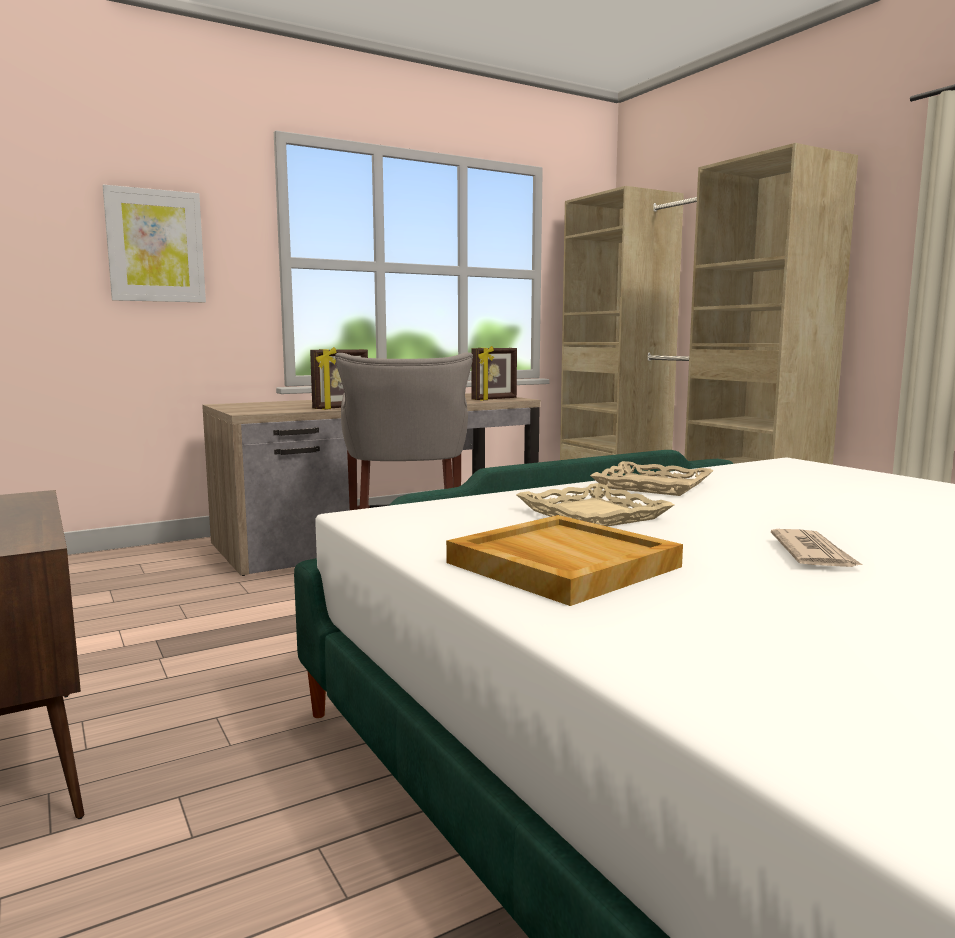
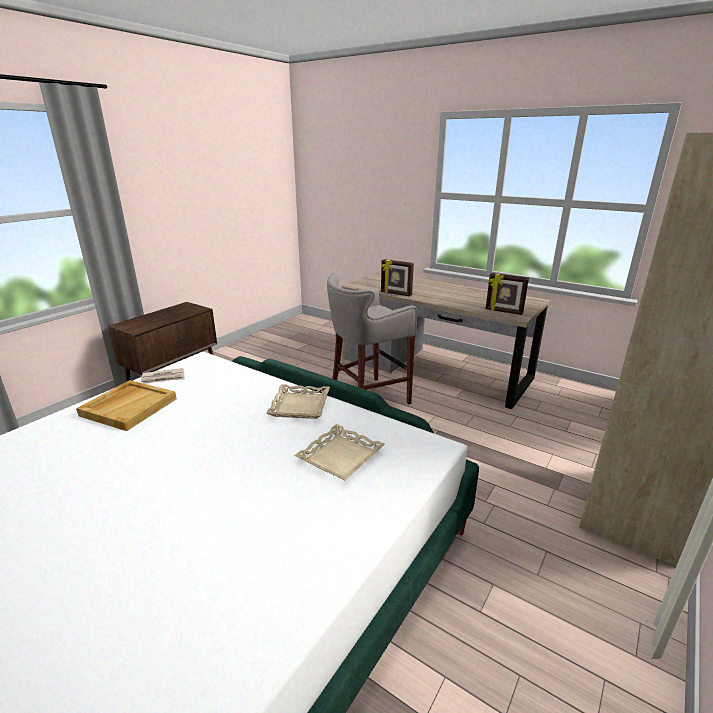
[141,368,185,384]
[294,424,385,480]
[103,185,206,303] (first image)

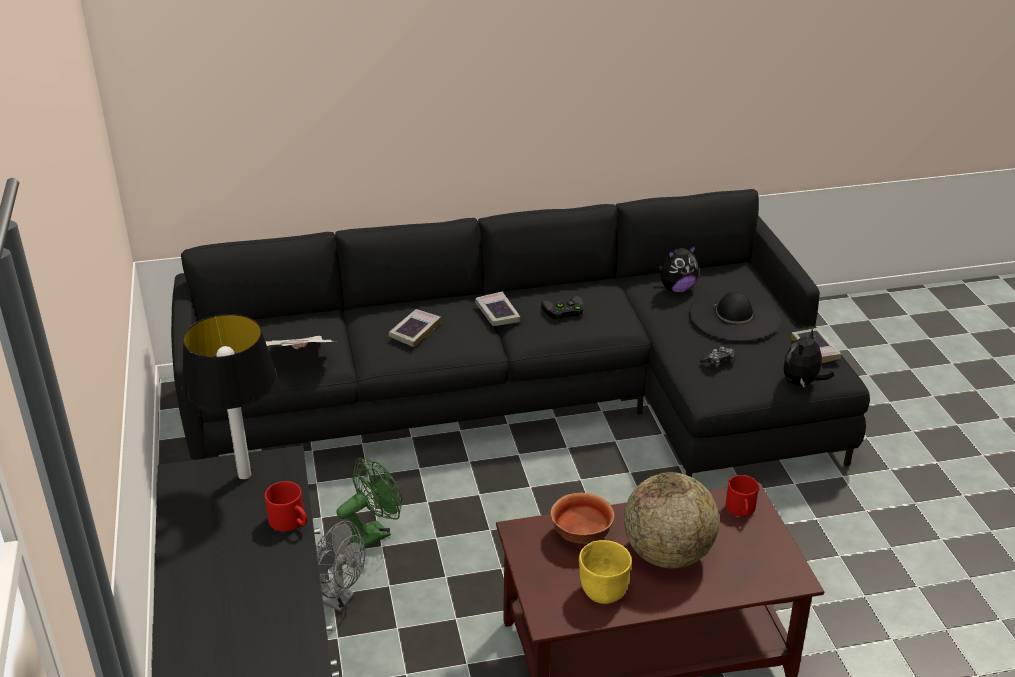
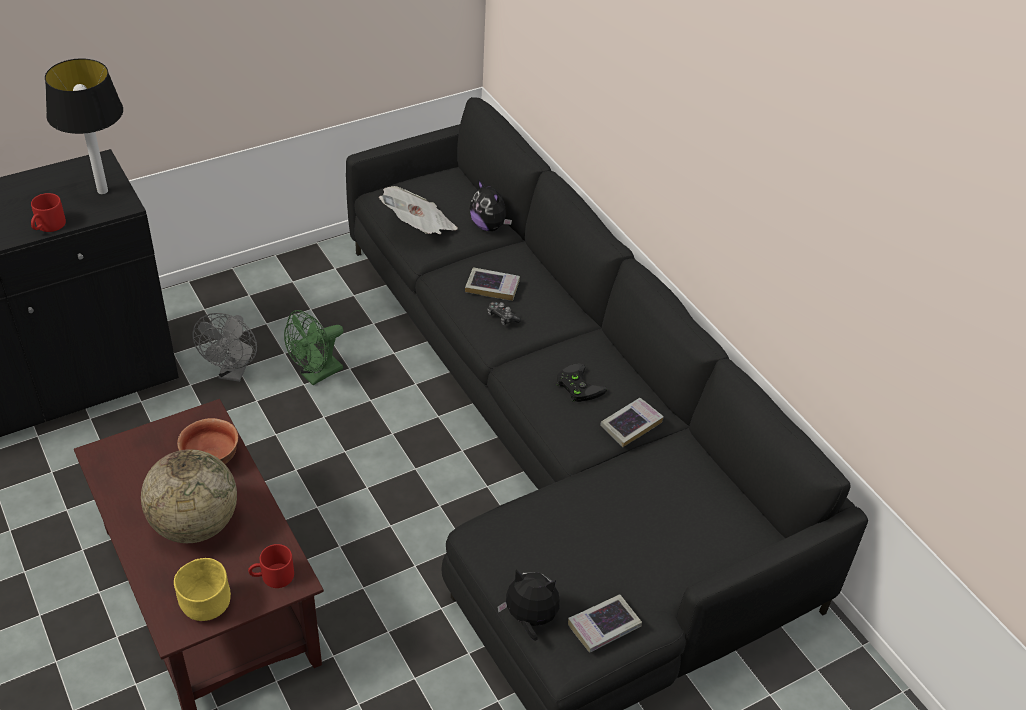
[174,558,231,621]
[284,310,344,385]
[470,179,512,231]
[487,302,521,325]
[600,398,664,447]
[689,291,780,341] (first image)

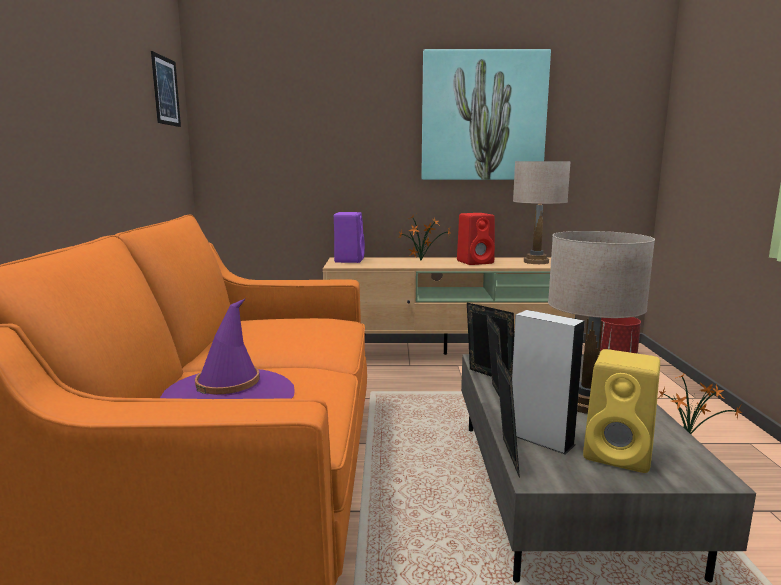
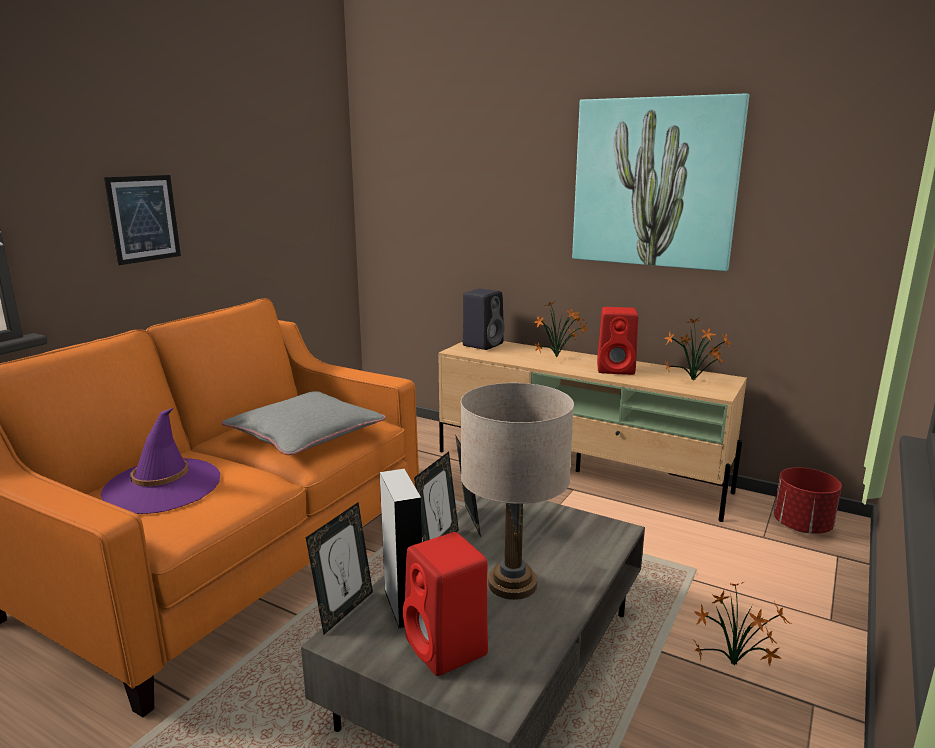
[104,175,181,265]
[222,391,386,455]
[403,532,488,676]
[463,289,504,350]
[664,318,732,381]

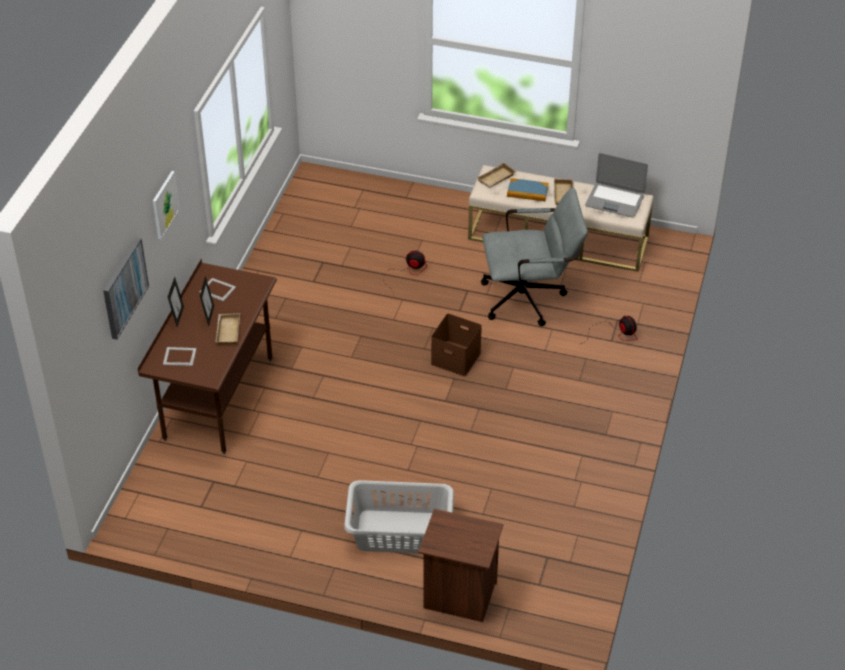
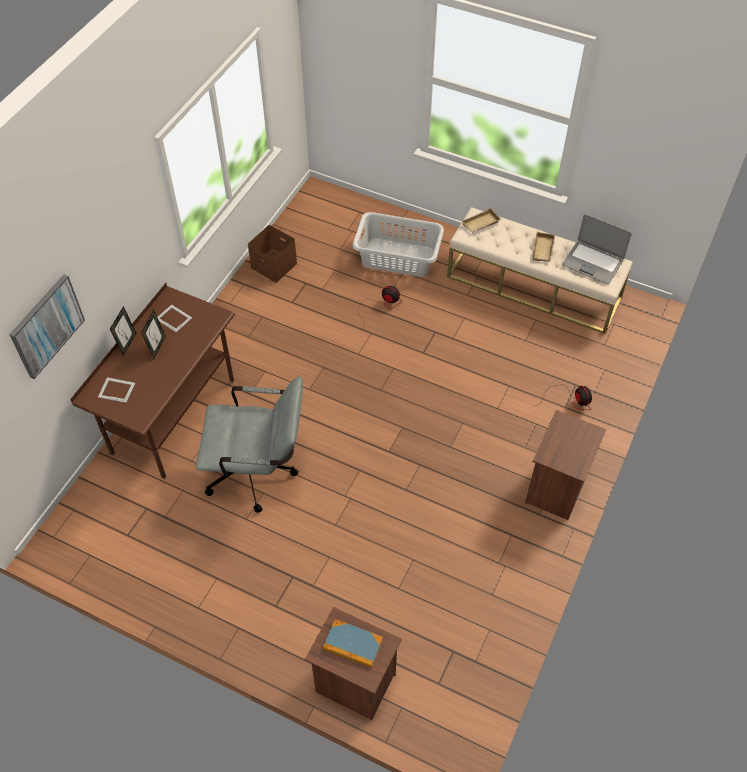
[196,376,303,513]
[248,225,297,283]
[323,619,383,668]
[353,212,444,277]
[525,410,606,520]
[153,171,180,239] (first image)
[216,313,240,345] (first image)

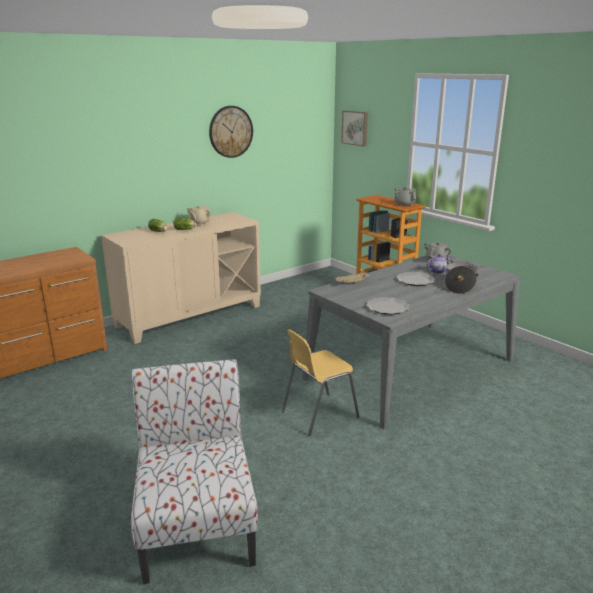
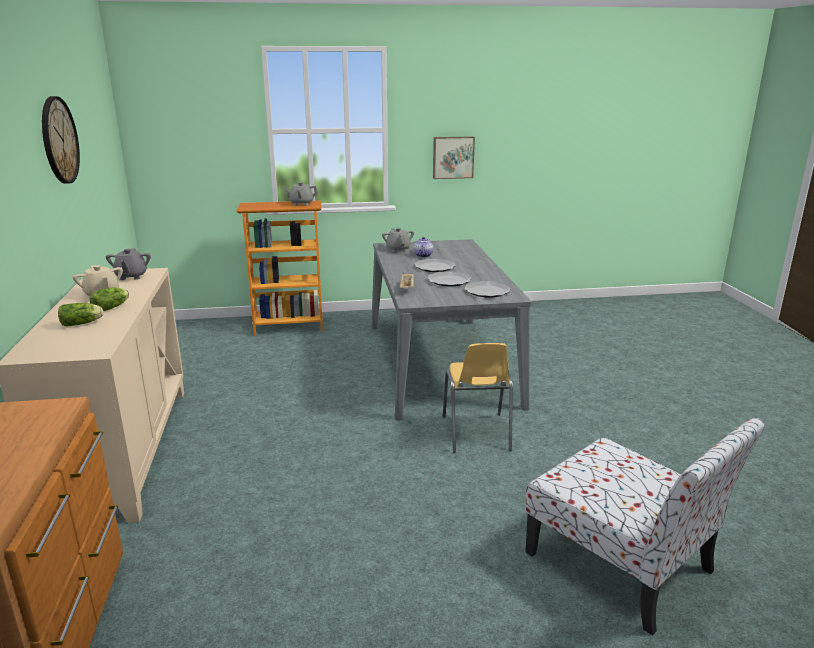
[106,248,151,280]
[427,271,471,287]
[433,136,475,179]
[525,418,764,635]
[445,260,479,294] (first image)

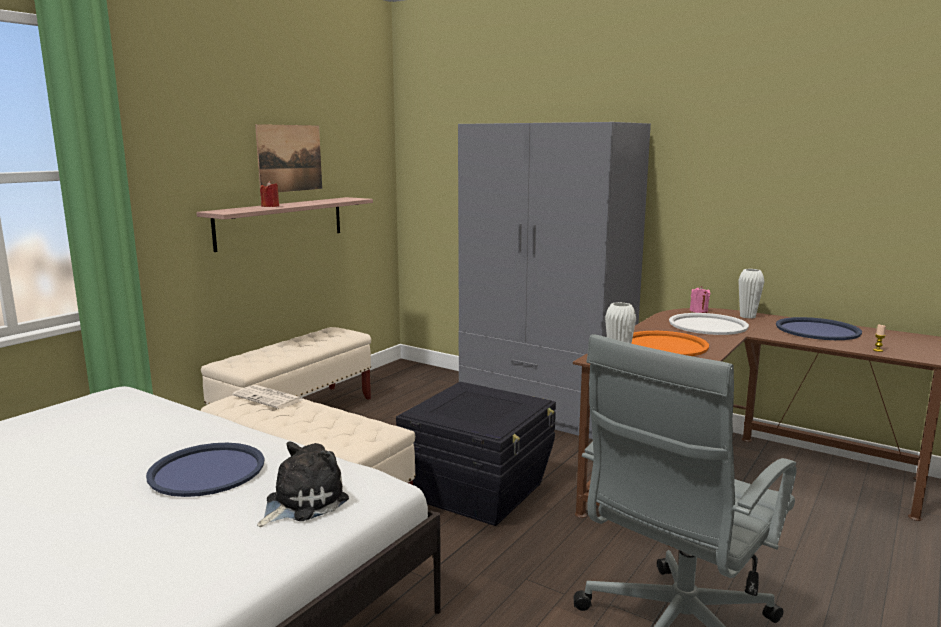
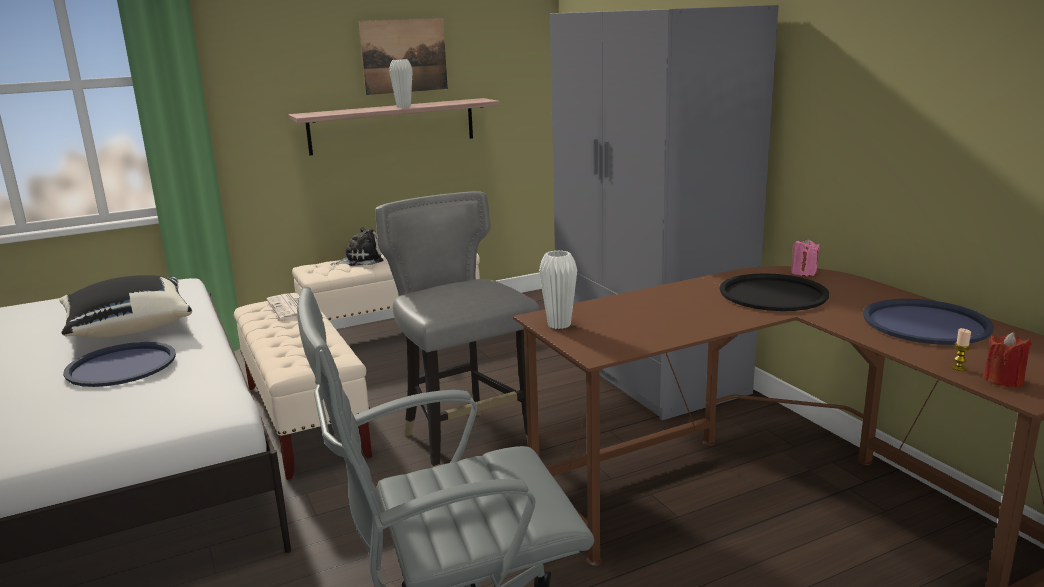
[59,275,192,338]
[330,227,383,266]
[375,191,540,468]
[389,59,413,108]
[720,273,829,311]
[984,332,1032,388]
[631,331,709,356] (first image)

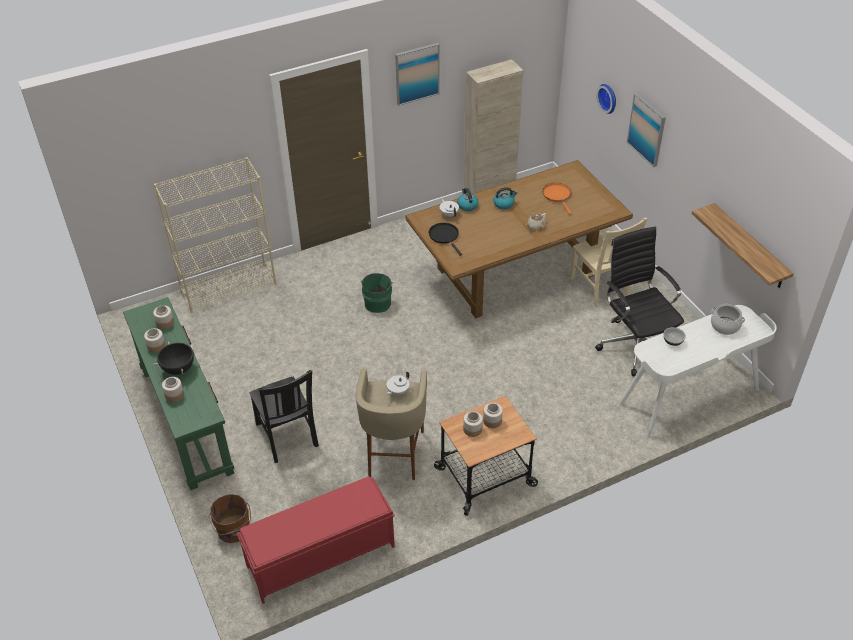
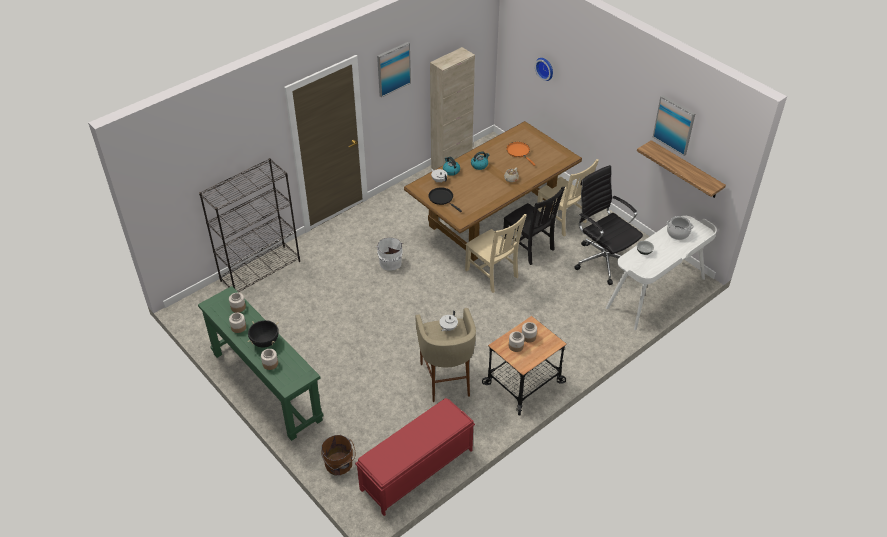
[199,158,300,292]
[376,238,403,271]
[465,214,527,293]
[503,187,565,265]
[653,95,695,156]

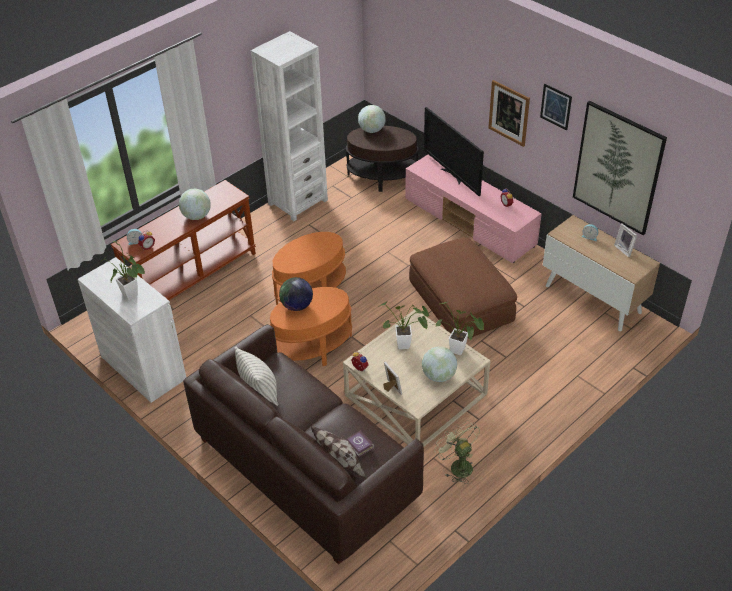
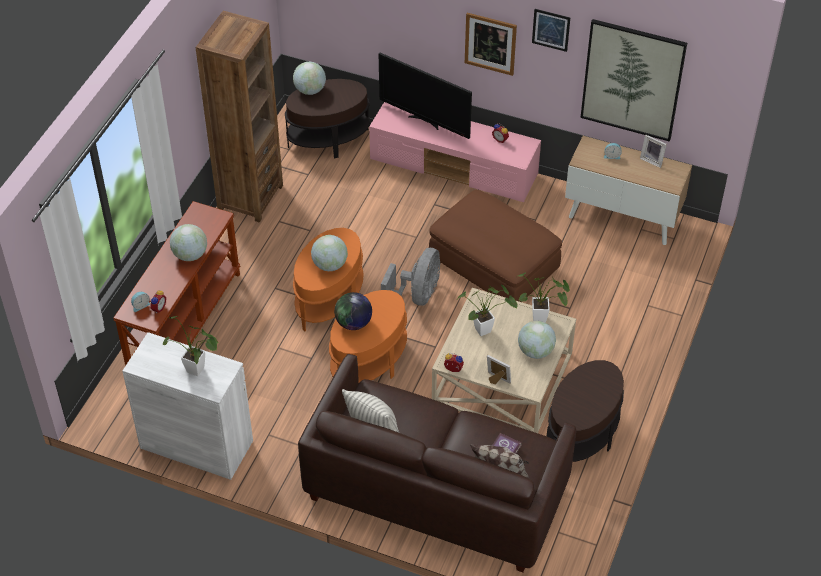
[195,11,283,223]
[311,235,348,271]
[381,248,440,306]
[547,360,624,462]

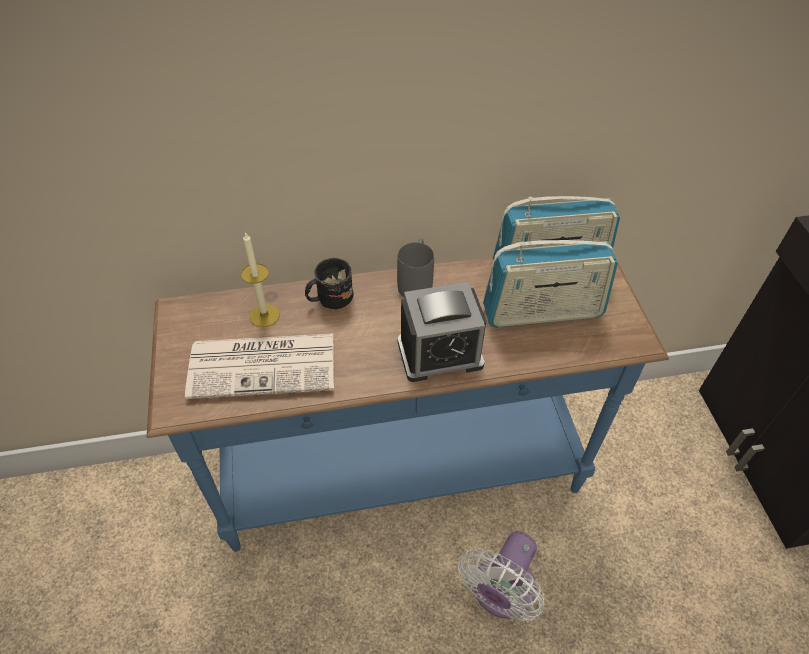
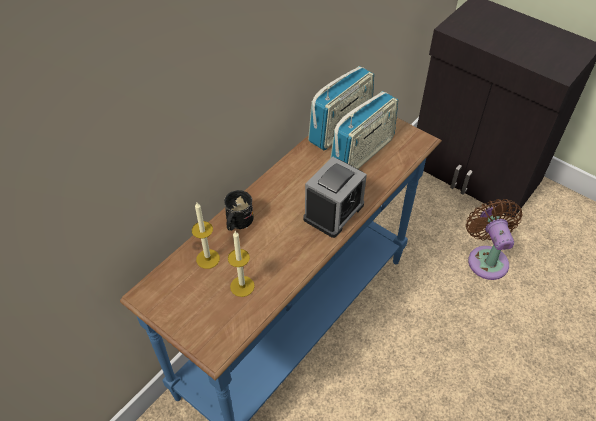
[228,231,255,297]
[466,199,522,280]
[397,238,434,297] (first image)
[458,531,545,621] (first image)

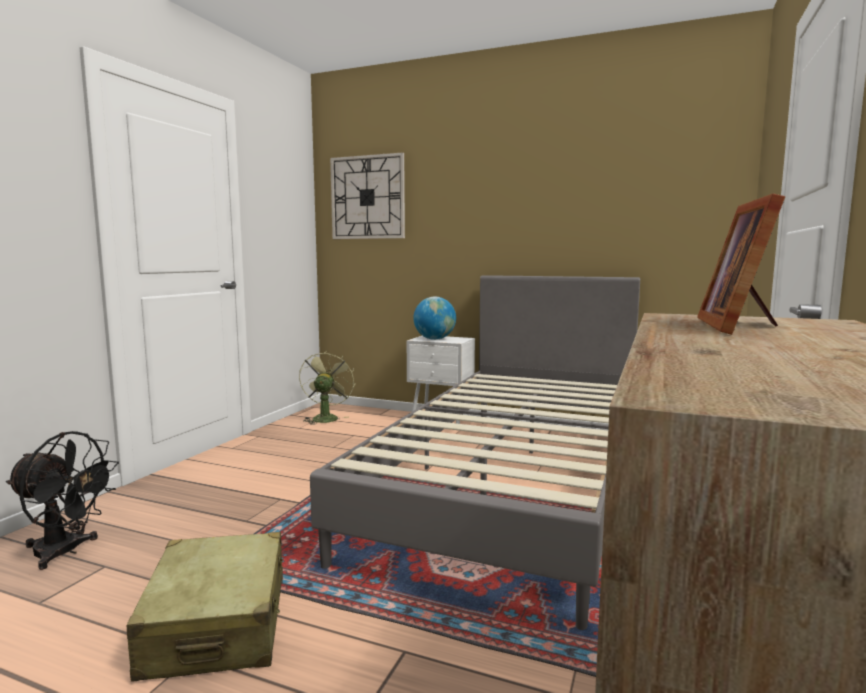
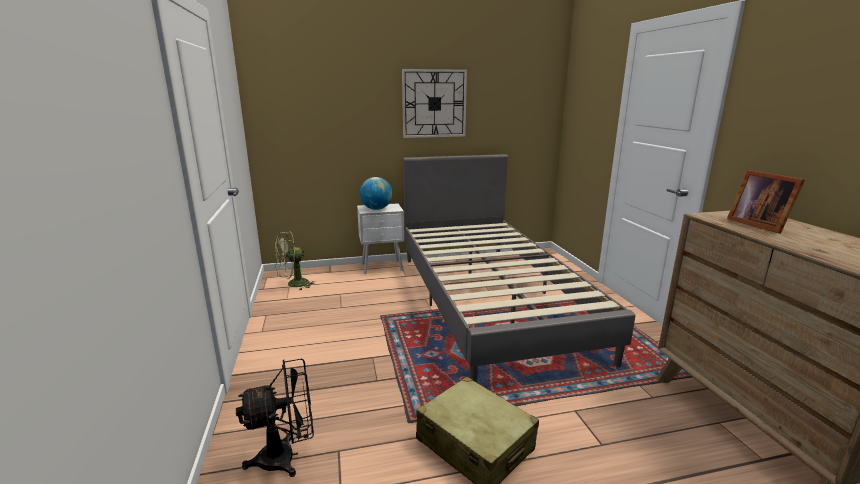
[275,231,316,290]
[402,69,467,138]

